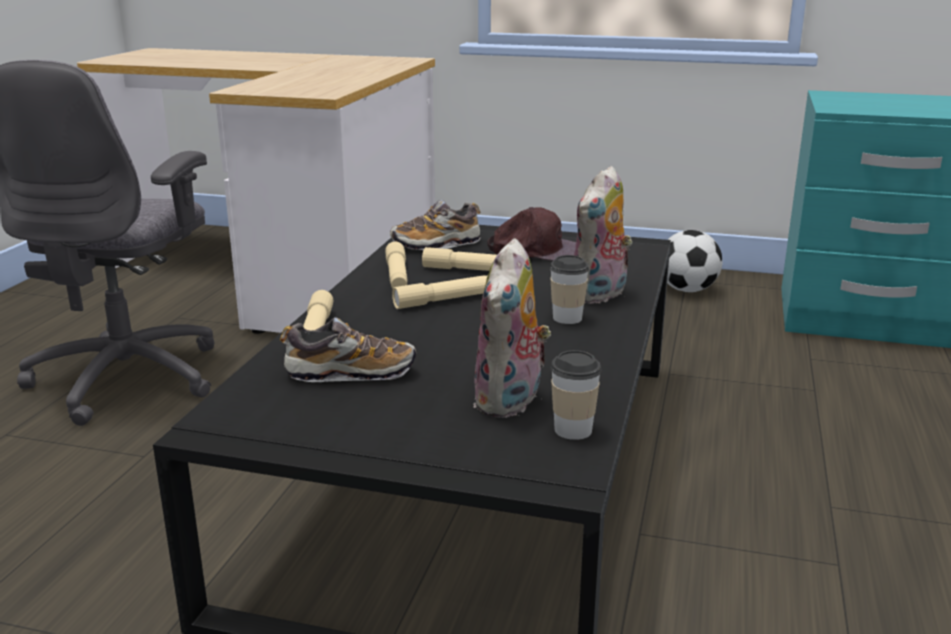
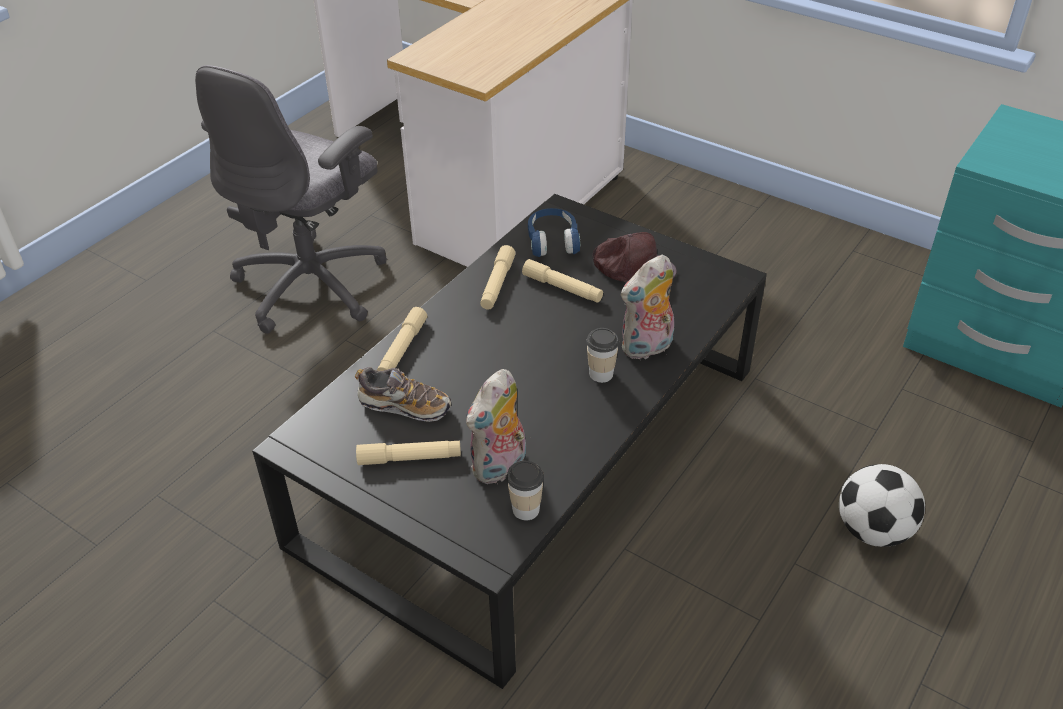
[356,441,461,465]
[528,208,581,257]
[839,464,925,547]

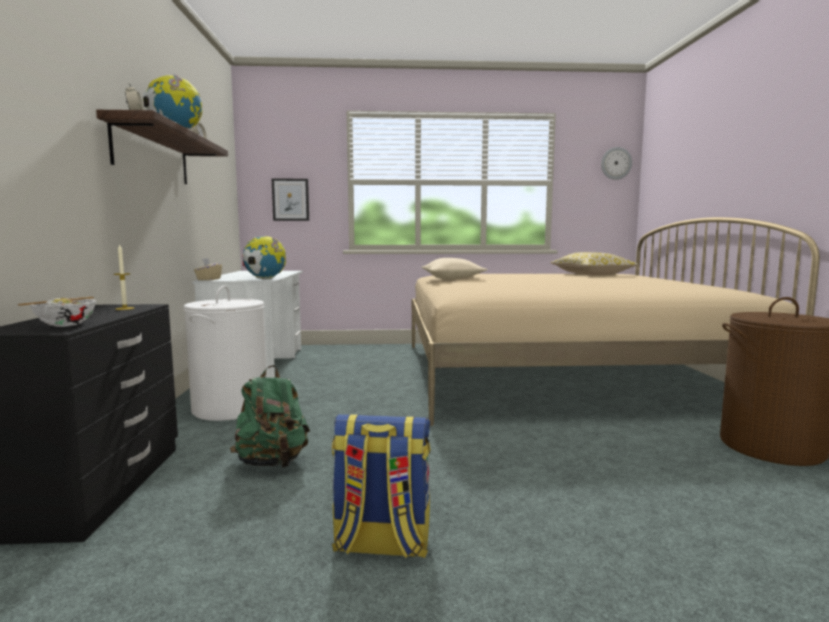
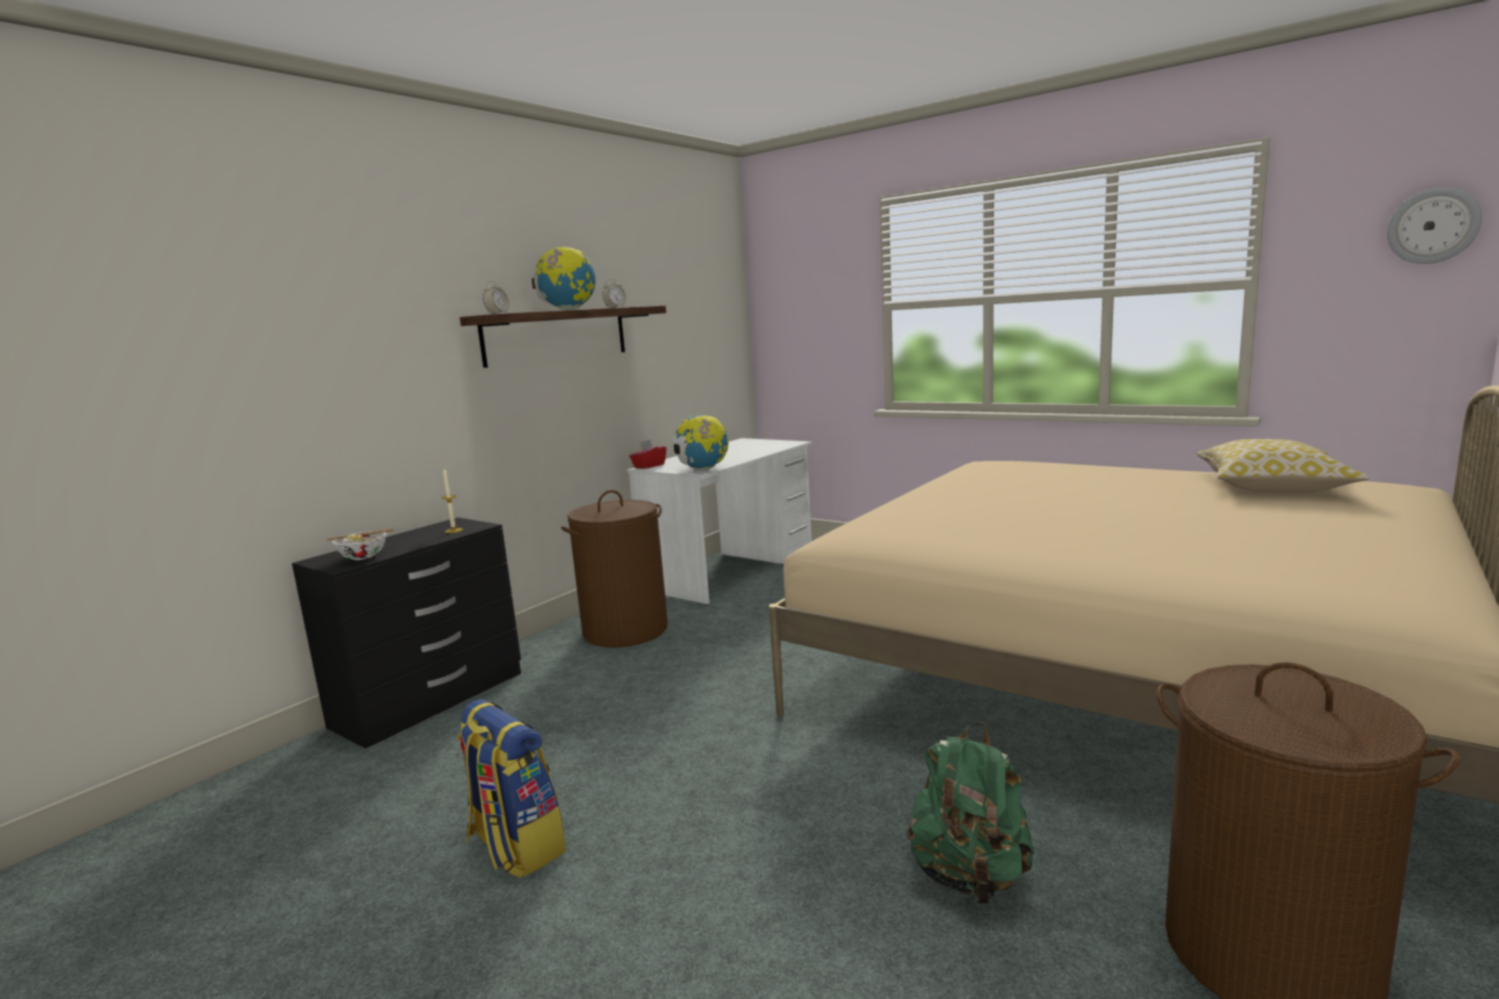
[561,490,668,648]
[629,440,667,469]
[907,722,1034,904]
[272,179,309,221] (first image)
[421,258,488,279] (first image)

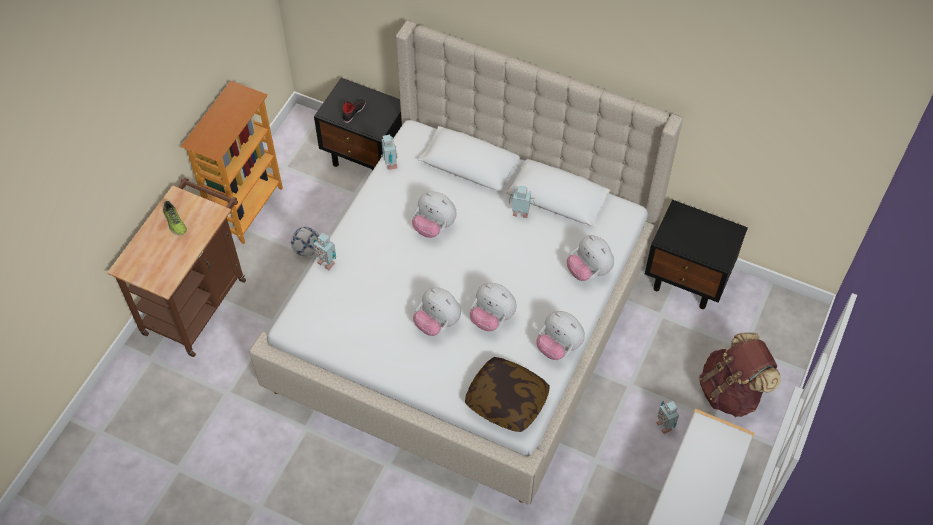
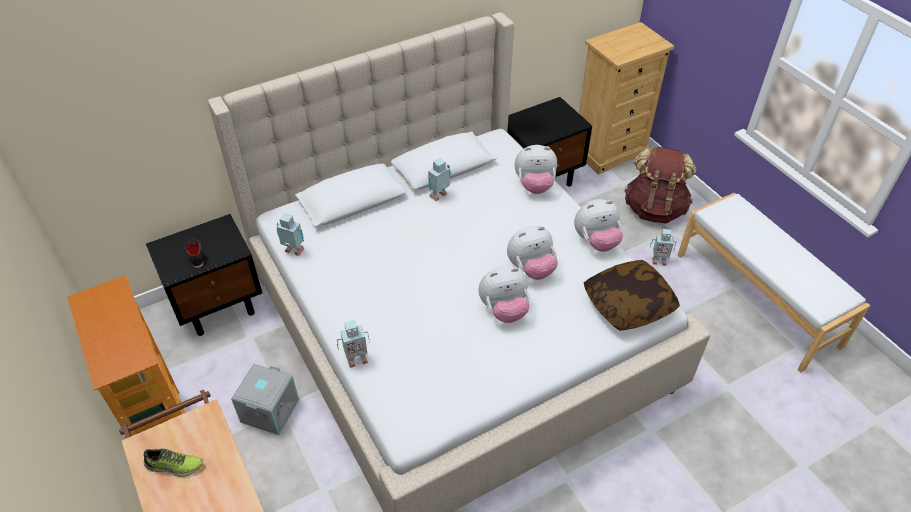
[231,364,299,435]
[579,22,674,175]
[412,191,457,238] (first image)

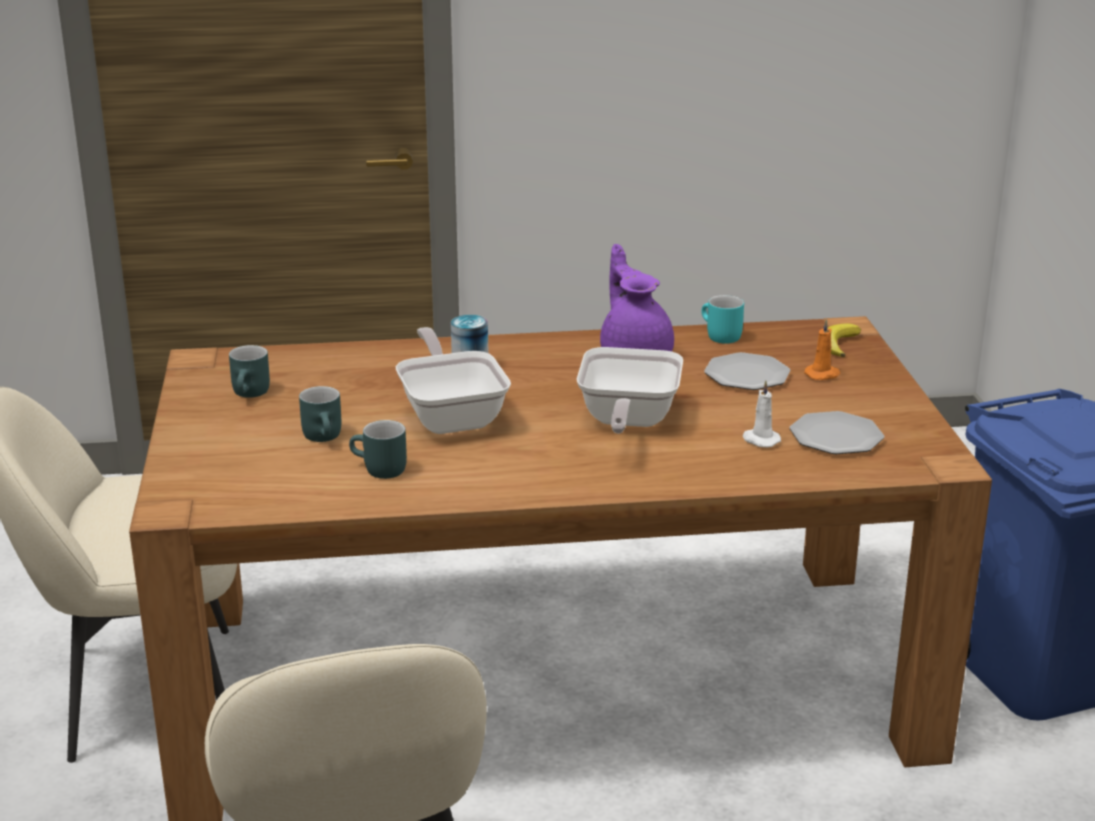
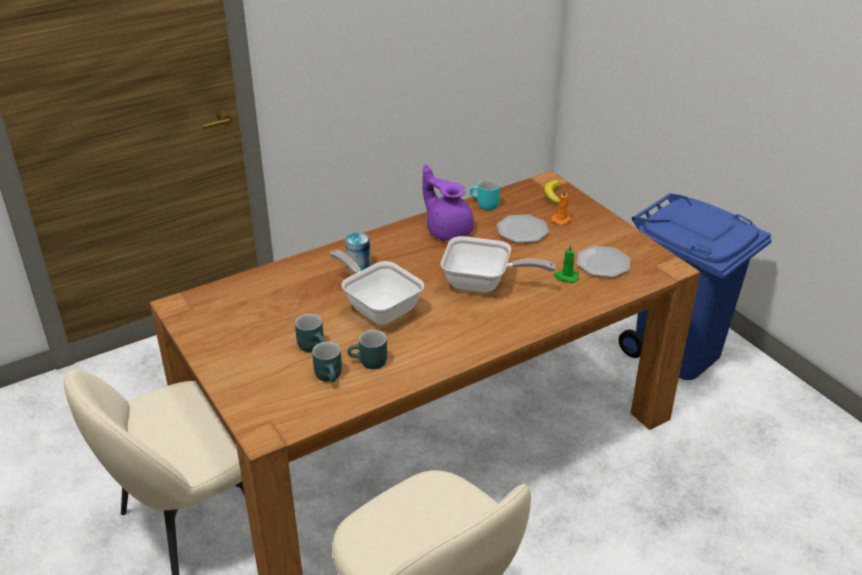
[312,342,342,382]
[441,236,556,293]
[554,244,579,283]

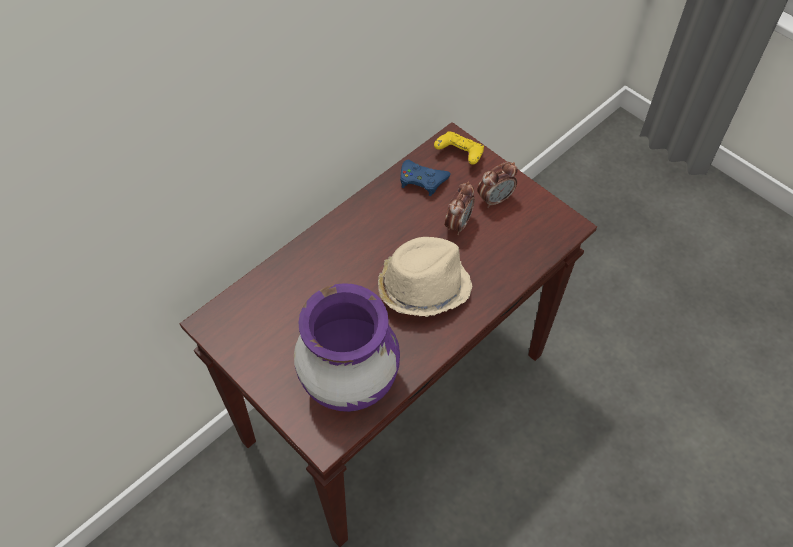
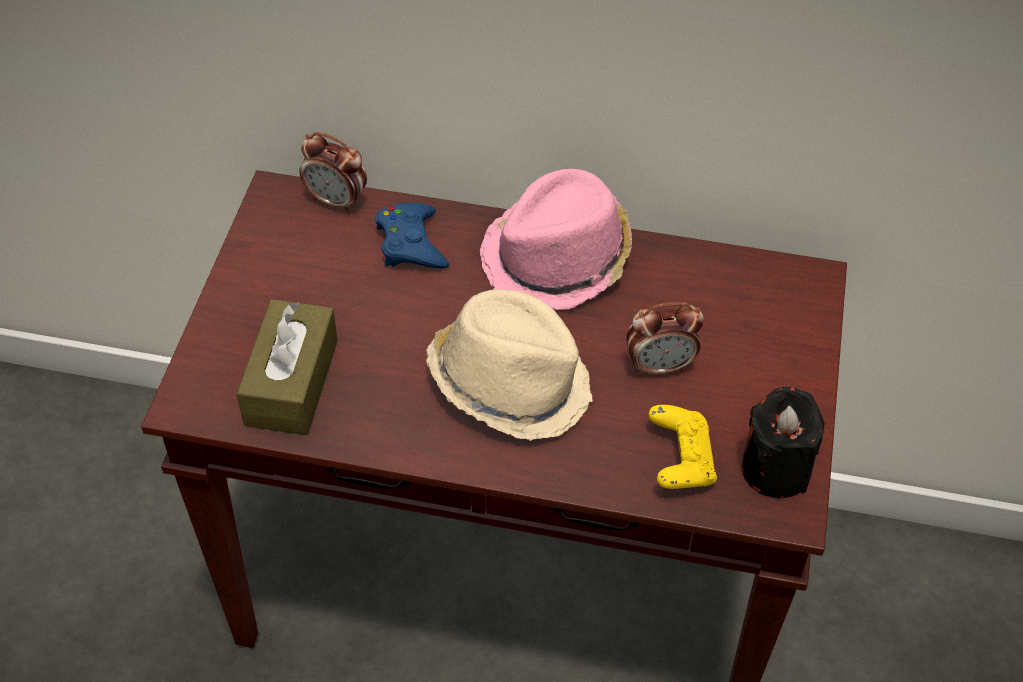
[237,299,338,435]
[299,132,367,213]
[375,203,450,268]
[480,169,632,310]
[649,405,717,489]
[741,387,825,498]

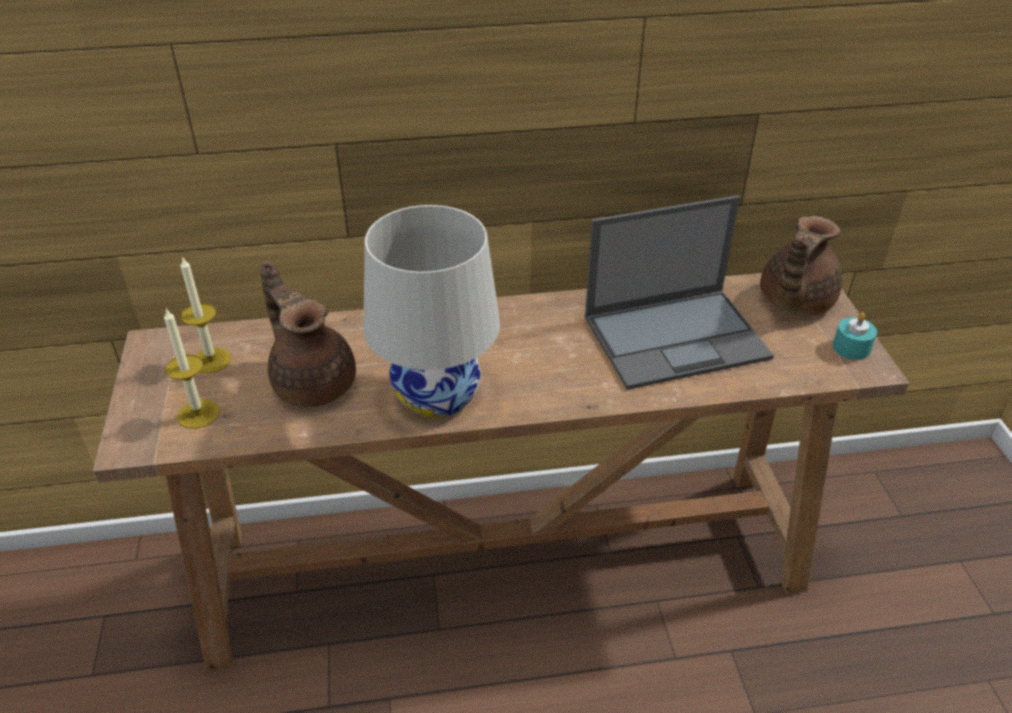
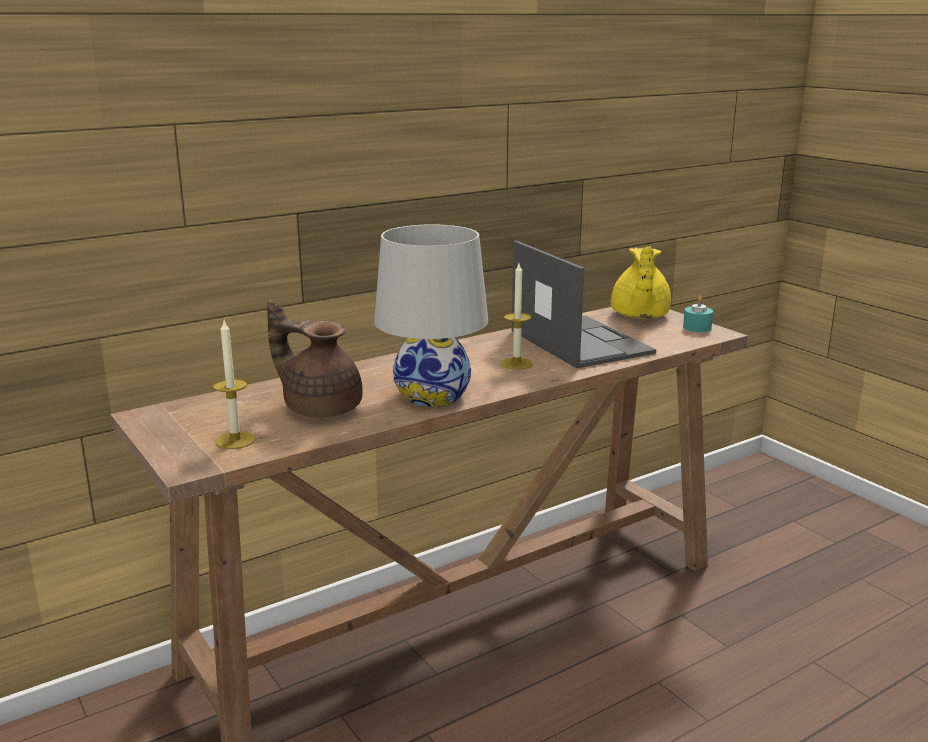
[501,263,533,370]
[512,240,656,368]
[611,246,671,319]

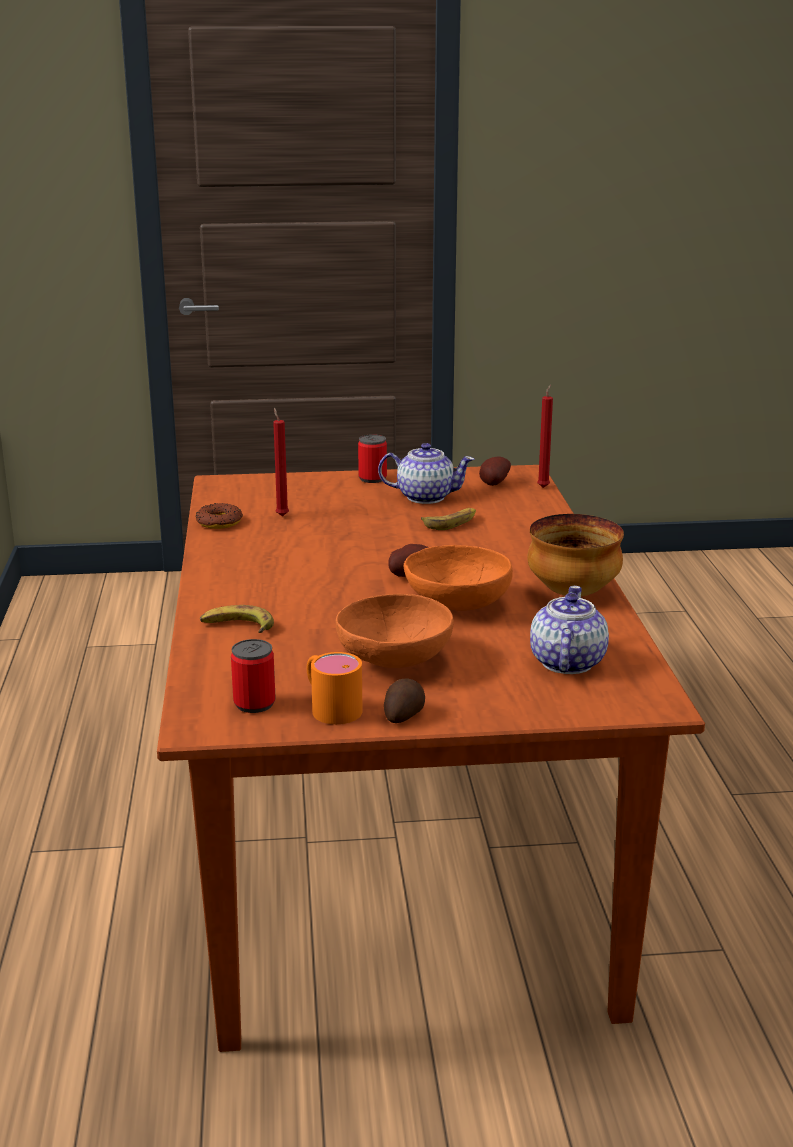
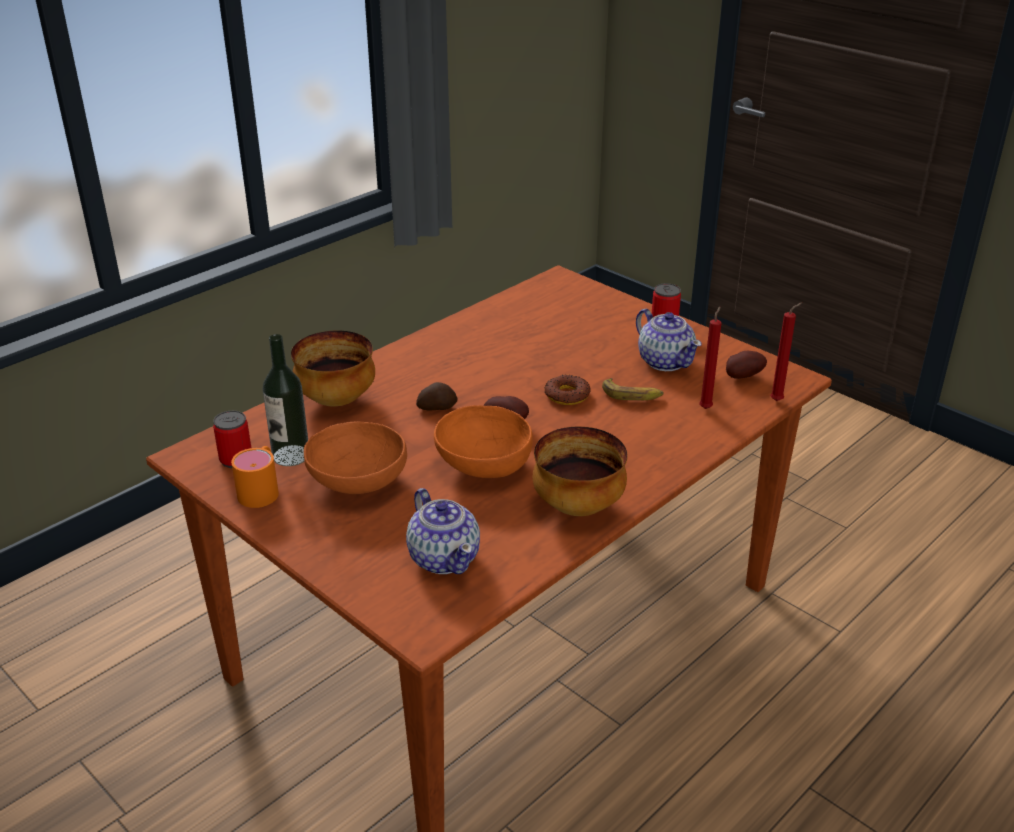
[262,334,308,466]
[291,330,375,406]
[406,488,480,574]
[416,382,458,411]
[544,374,591,405]
[699,307,722,409]

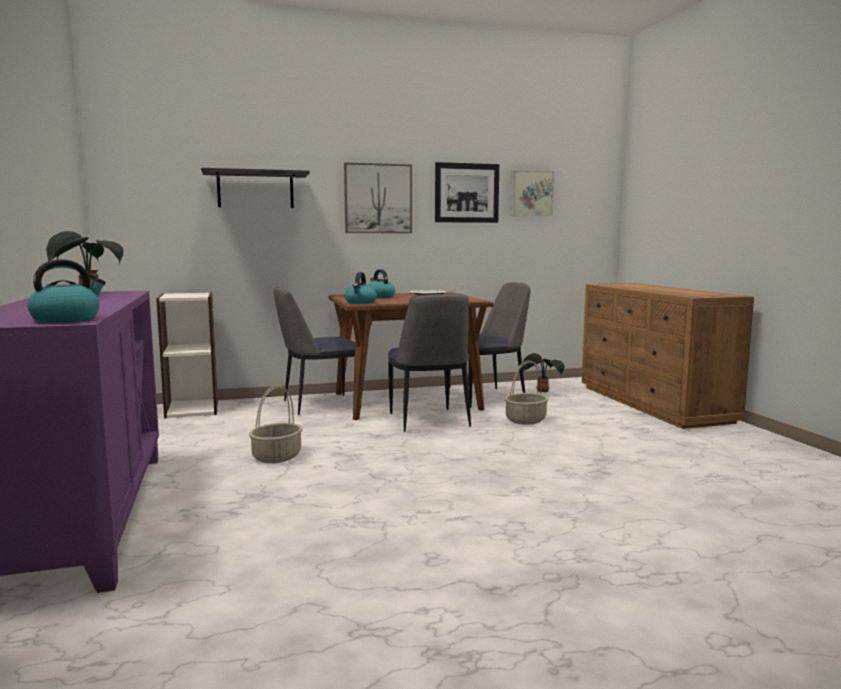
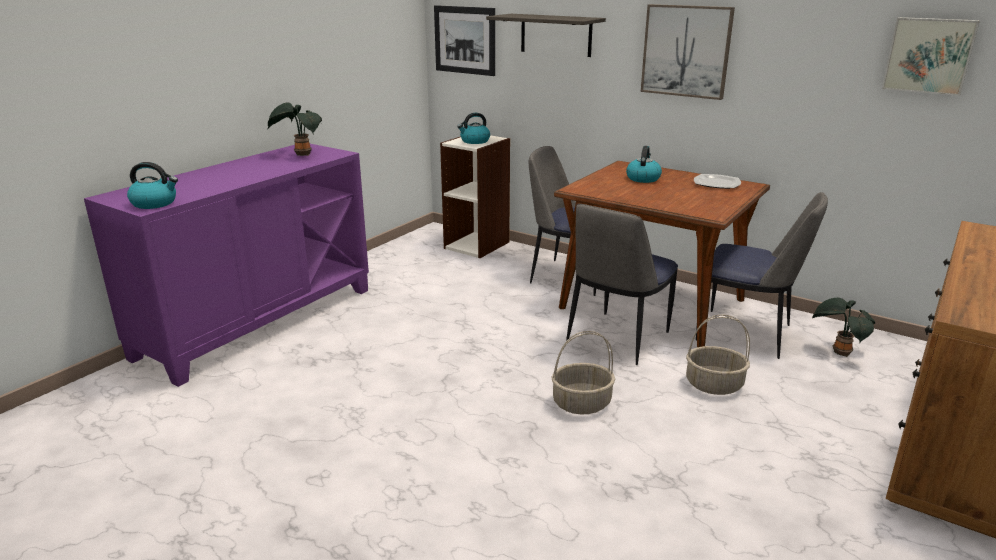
[434,5,495,76]
[457,113,490,144]
[552,331,615,414]

